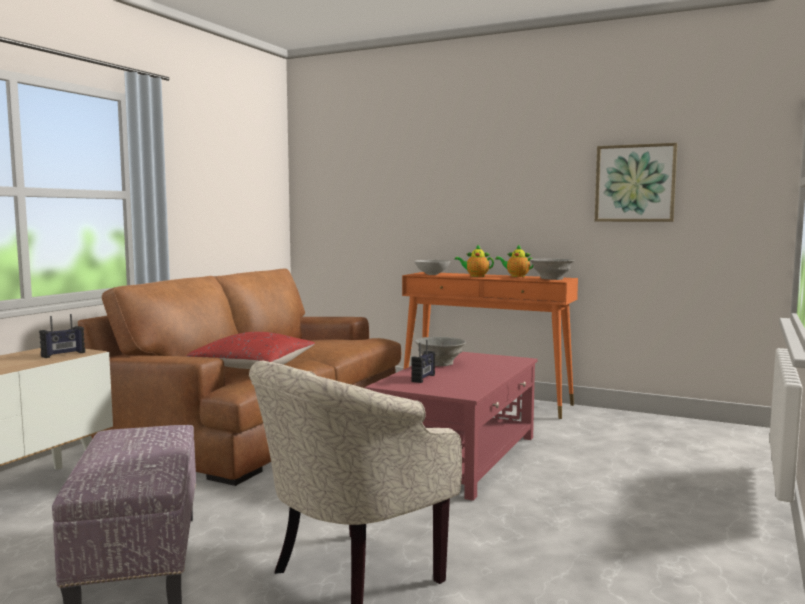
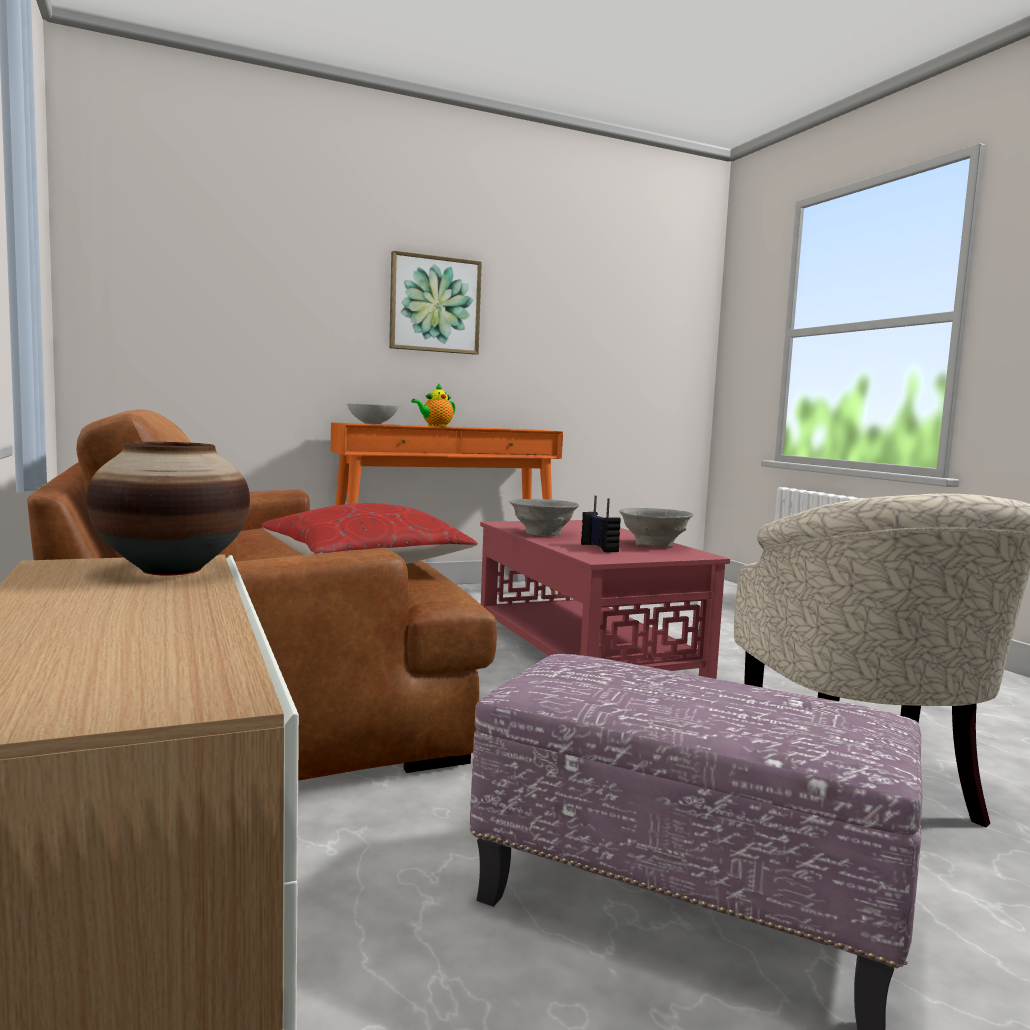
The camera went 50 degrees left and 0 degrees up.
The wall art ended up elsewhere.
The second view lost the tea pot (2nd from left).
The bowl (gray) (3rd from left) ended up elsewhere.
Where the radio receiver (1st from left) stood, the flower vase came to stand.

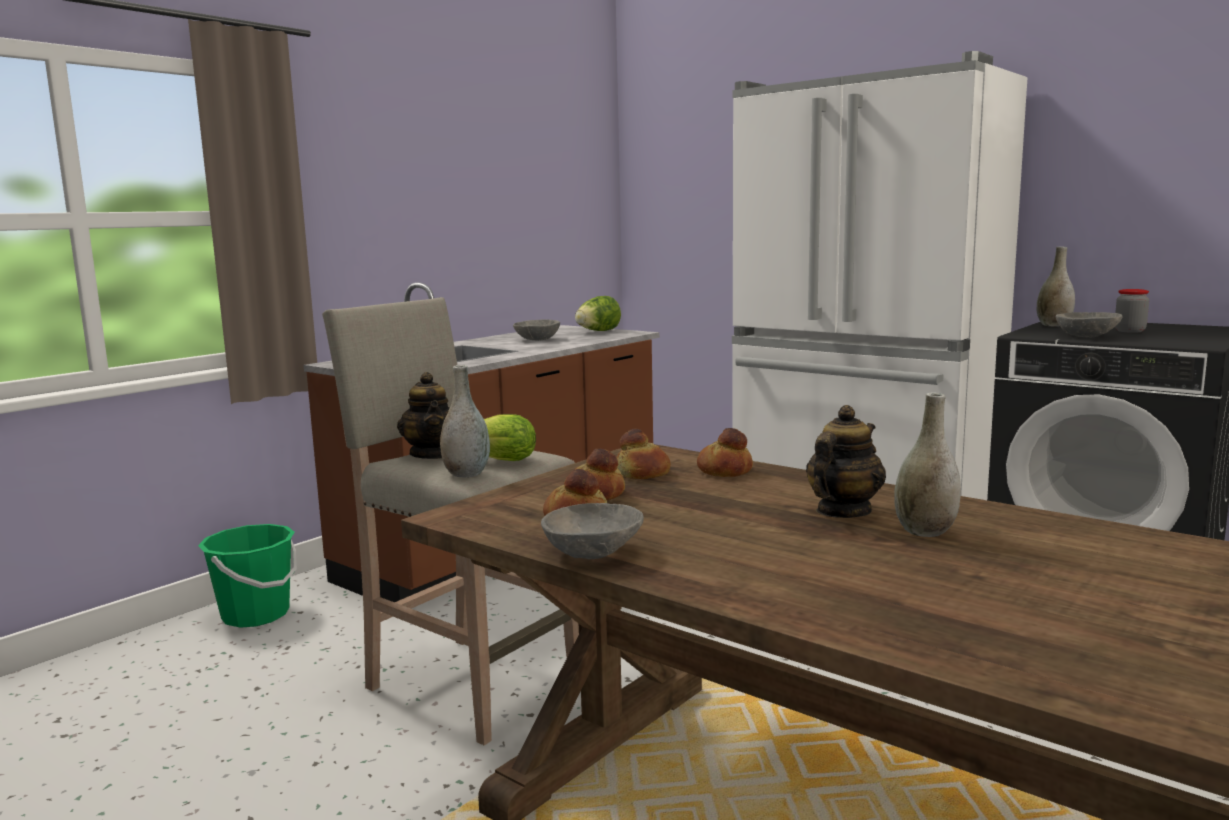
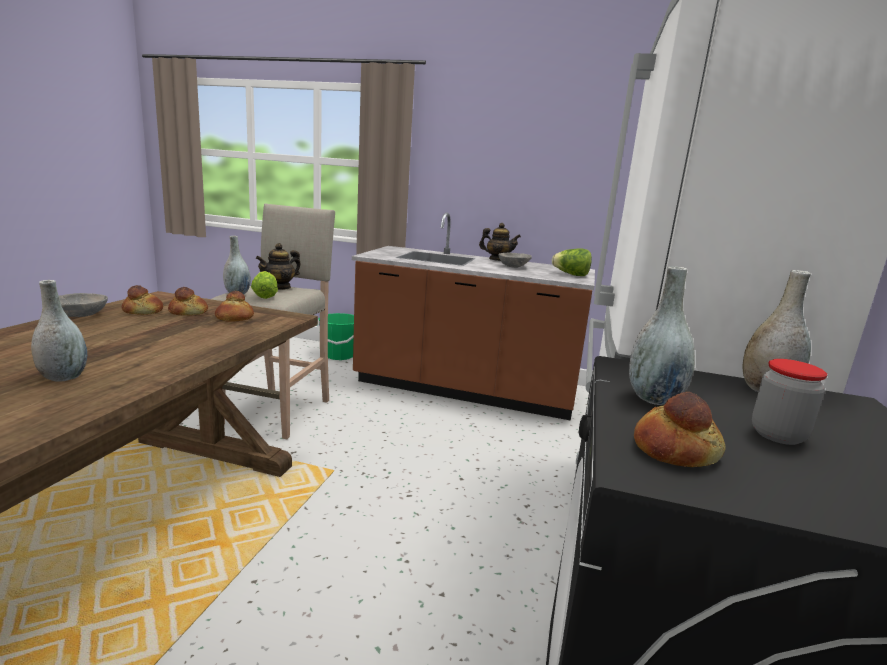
The camera went 65 degrees right and 5 degrees up.
Where the bowl (gray) (3rd from left) stood, the flower vase (gray) (3rd from left) came to stand.
The tea pot (2nd from left) ended up elsewhere.
The bread (4th from left) ended up elsewhere.

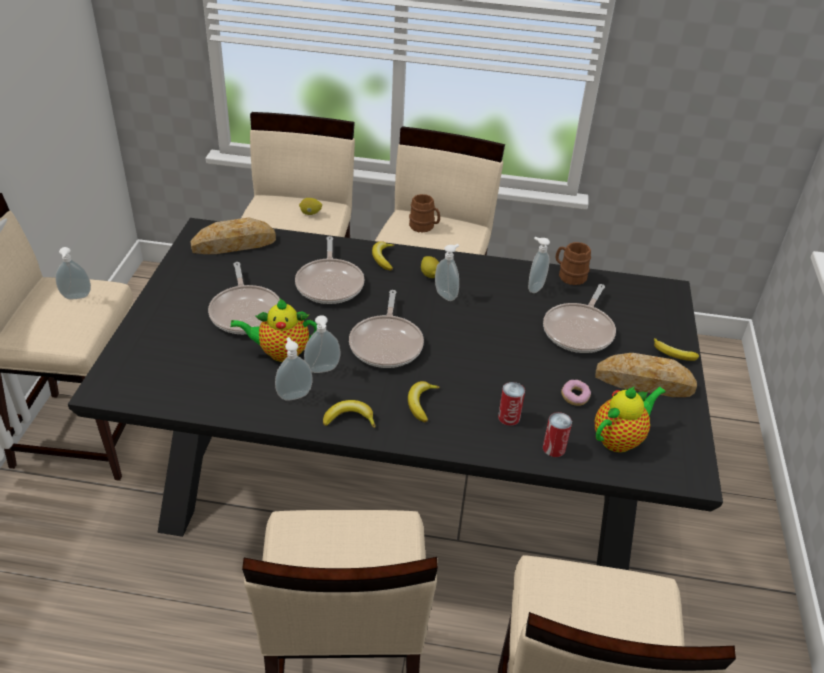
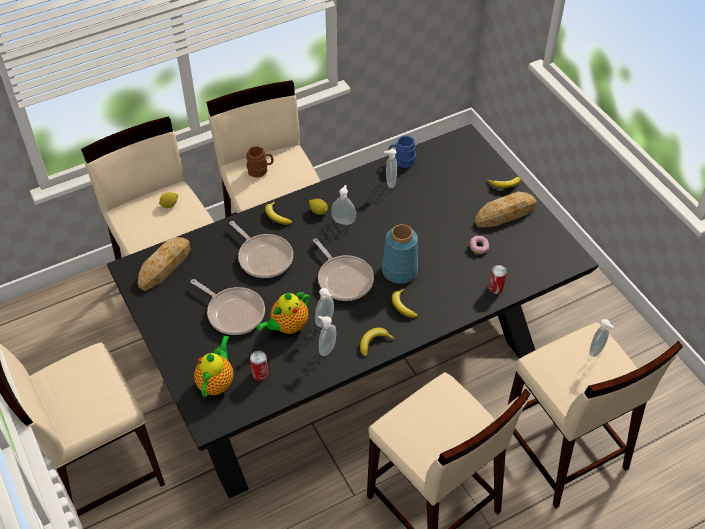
The camera went 35 degrees left and 10 degrees up.
What was the mug (brown) (2nd from left) turned into the mug (blue-coloured).
The soap bottle (1st from left in the first image) ended up elsewhere.
The second view lost the pan (4th from left).
The sealed can (1st from left) ended up elsewhere.
The tea pot (2nd from left in the first image) ended up elsewhere.
The second view gained the flower vase (blue-coloured).

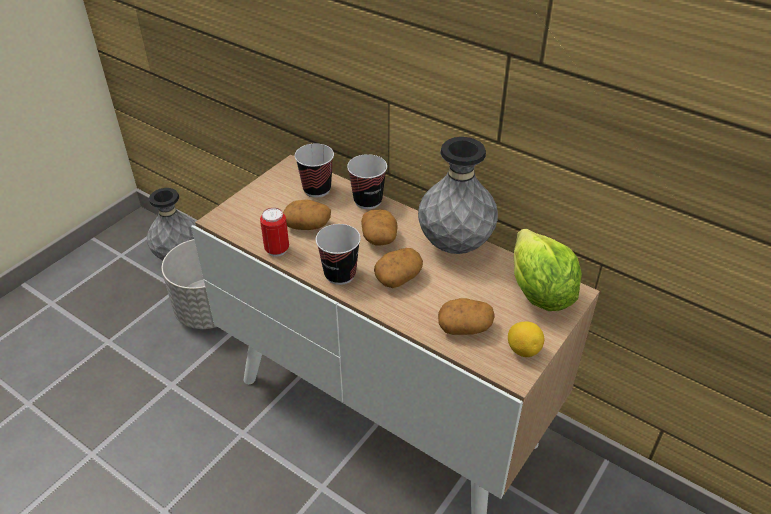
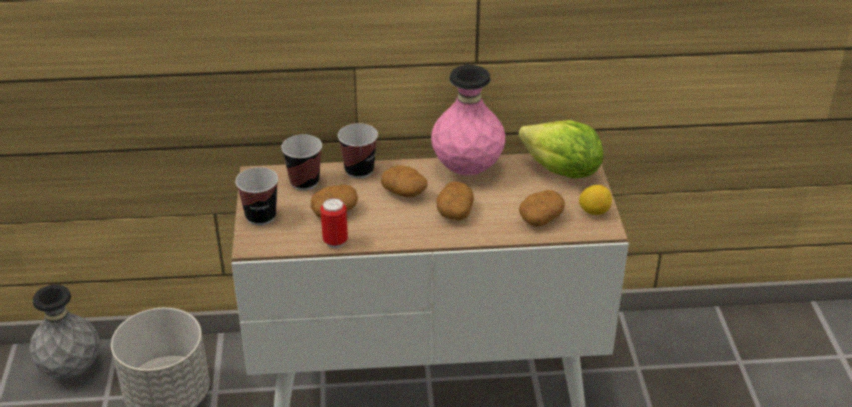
The camera went 40 degrees left and 5 degrees down.
What was the flower vase (gray) (2nd from left) turned into the flower vase (pink).
The small cup (2nd from left in the first image) ended up elsewhere.

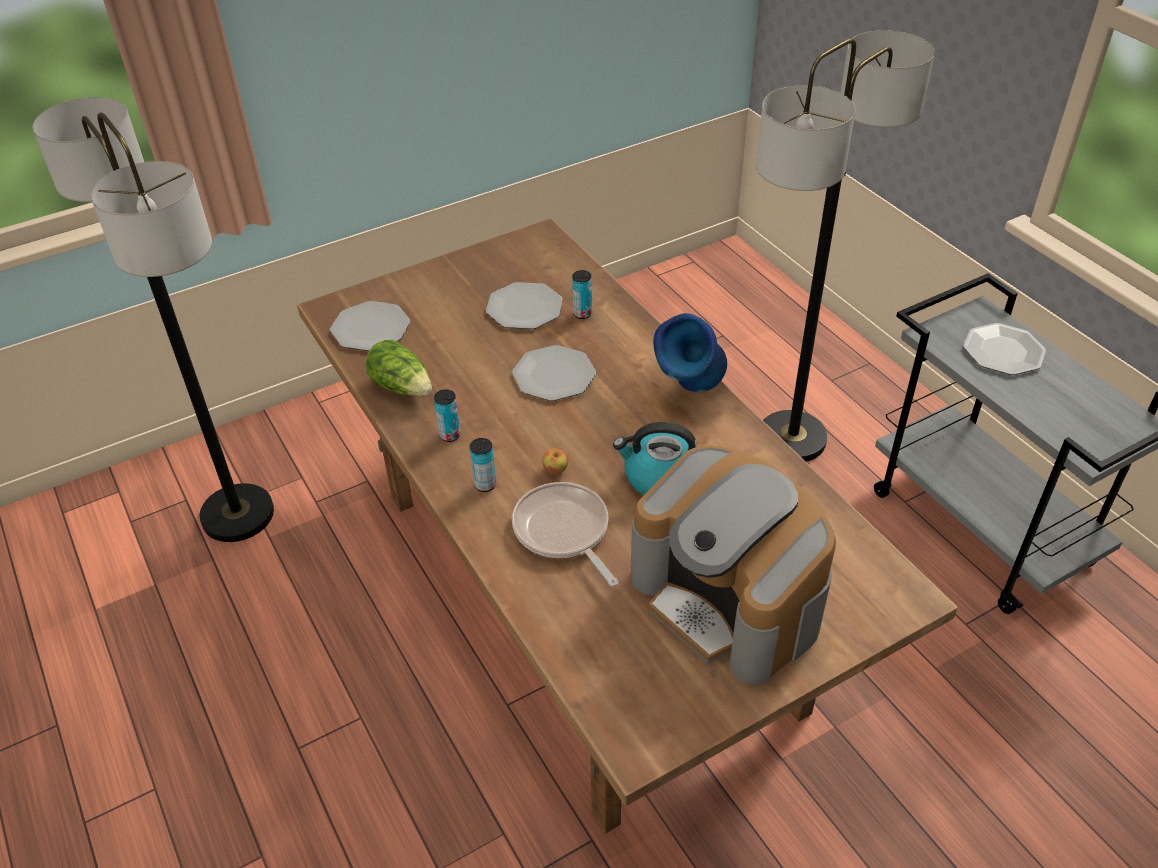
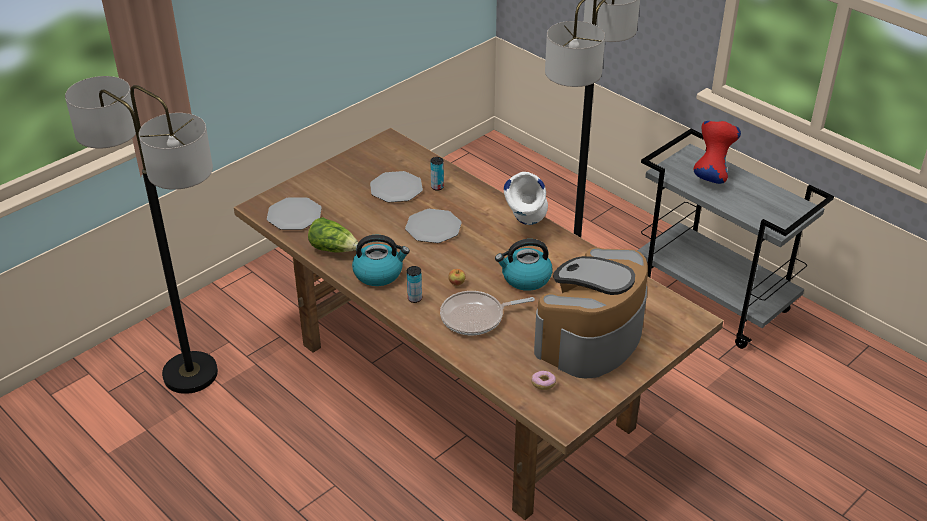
The camera went 15 degrees left and 5 degrees down.
What was the flower vase (blue-coloured) turned into the flower vase (white-coloured).
Where the dinner plate (4th from left) stood, the flower vase (red-coloured) came to stand.
Where the sealed can (1st from left) stood, the water kettle (1st from left) came to stand.
The coffee brewer ended up facing another way, 90 degrees clockwise from before.
The pan ended up facing another way, 60 degrees counterclockwise from before.
The second view gained the ring doughnut.

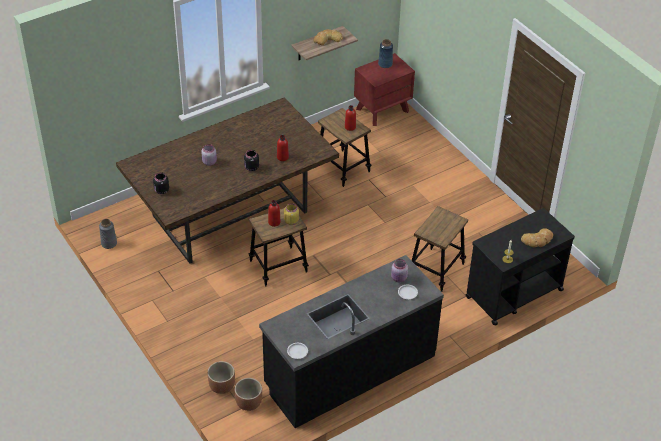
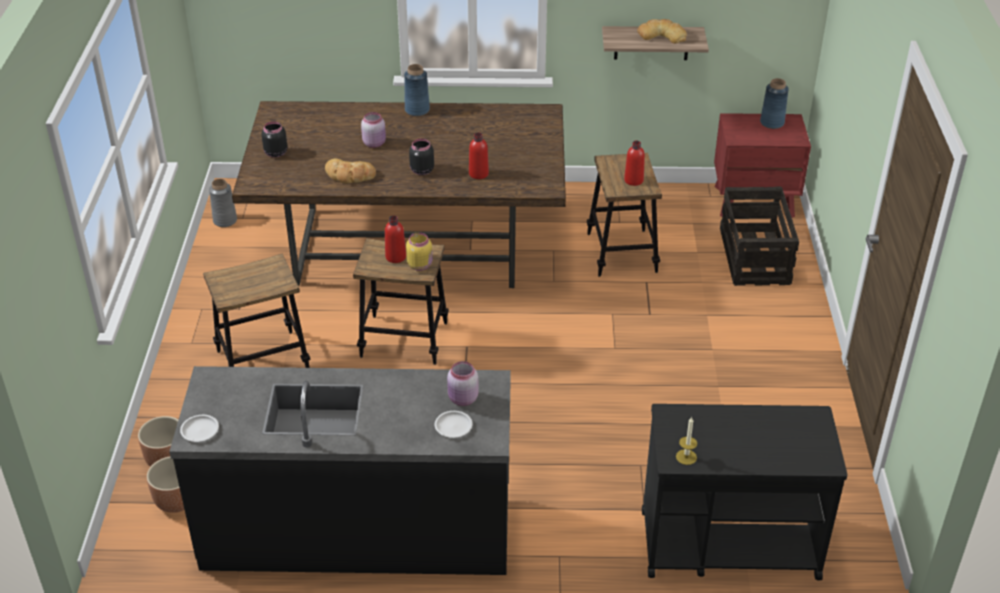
The camera went 35 degrees right and 5 degrees down.
The stool (3rd from left in the first image) ended up elsewhere.
The bread (2nd from left in the first image) ended up elsewhere.
The second view gained the flower vase (blue-coloured) (1st from left).
The second view gained the packing crate.

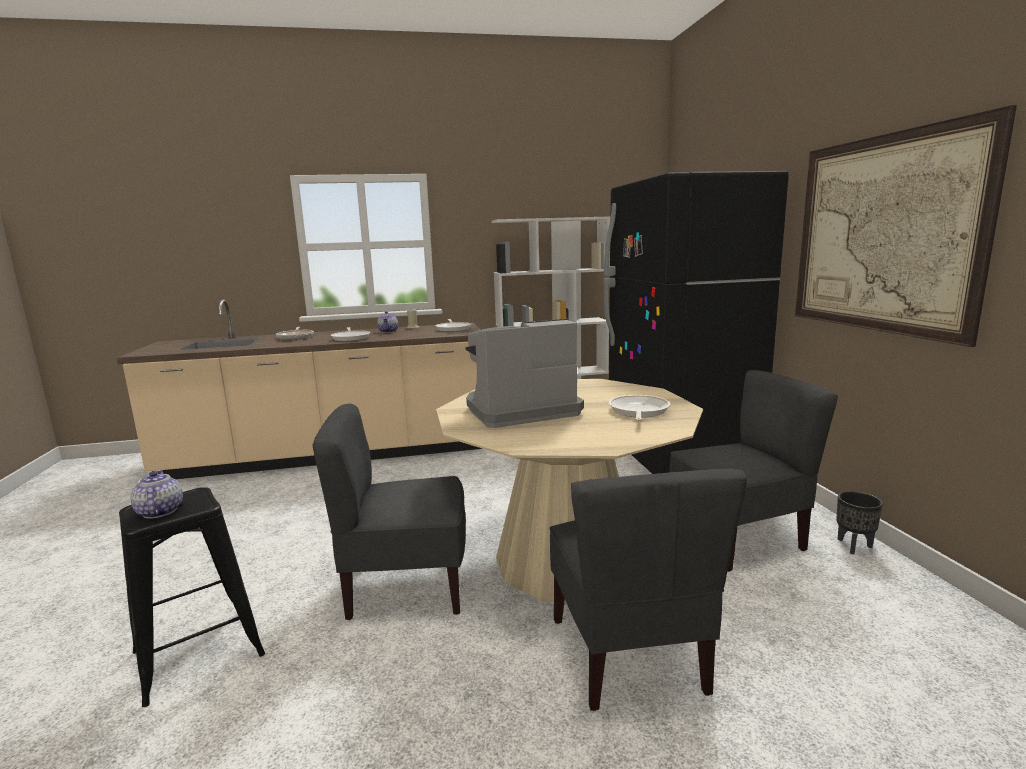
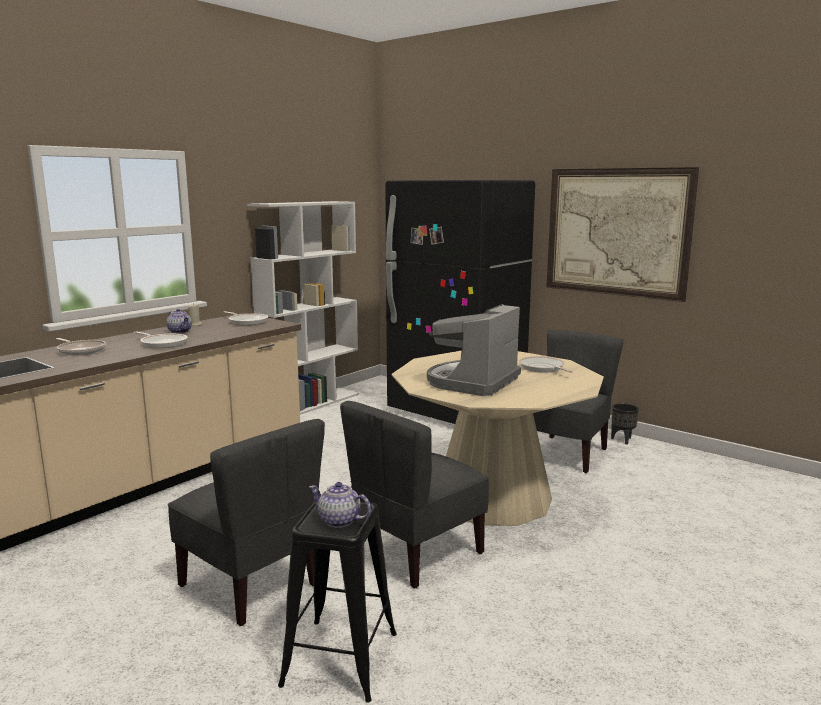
The camera went 40 degrees left and 0 degrees up.
The chair (gray) (2nd from left in the first image) ended up elsewhere.

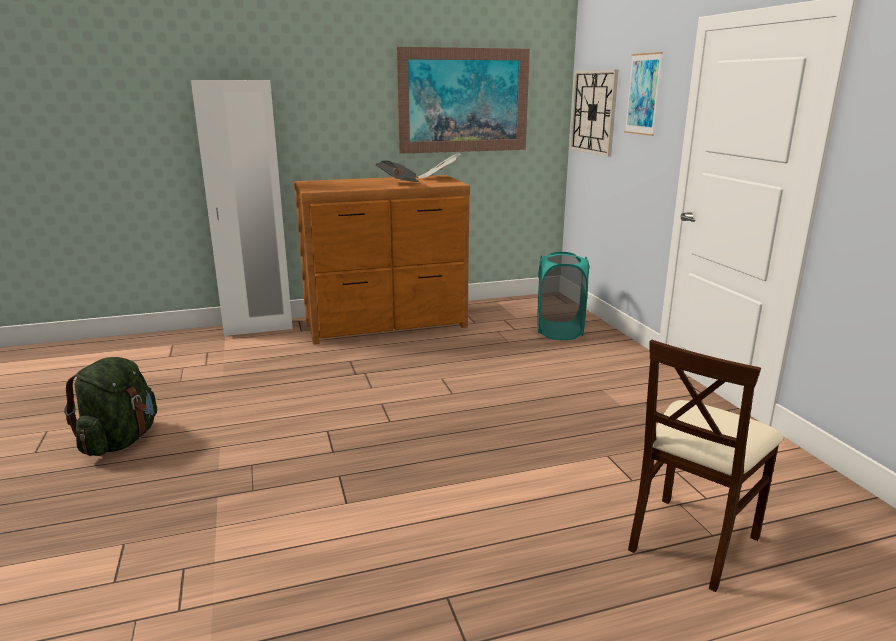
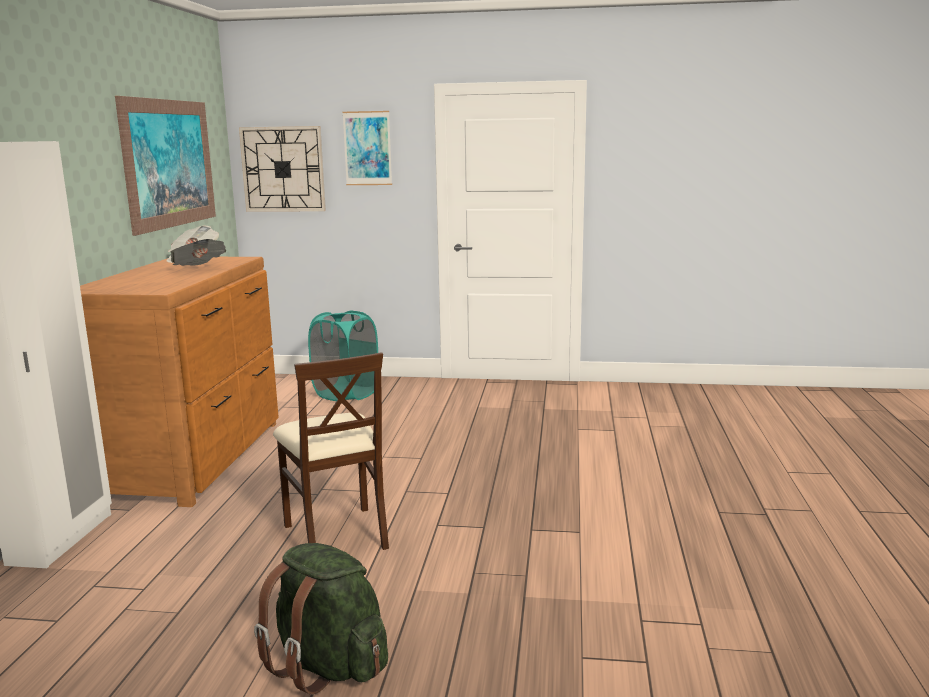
The camera went 65 degrees left and 5 degrees down.
The chair (beige) ended up elsewhere.

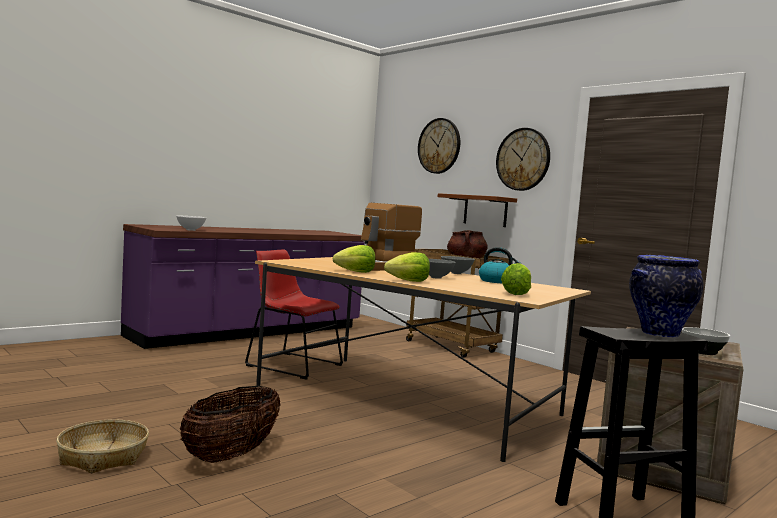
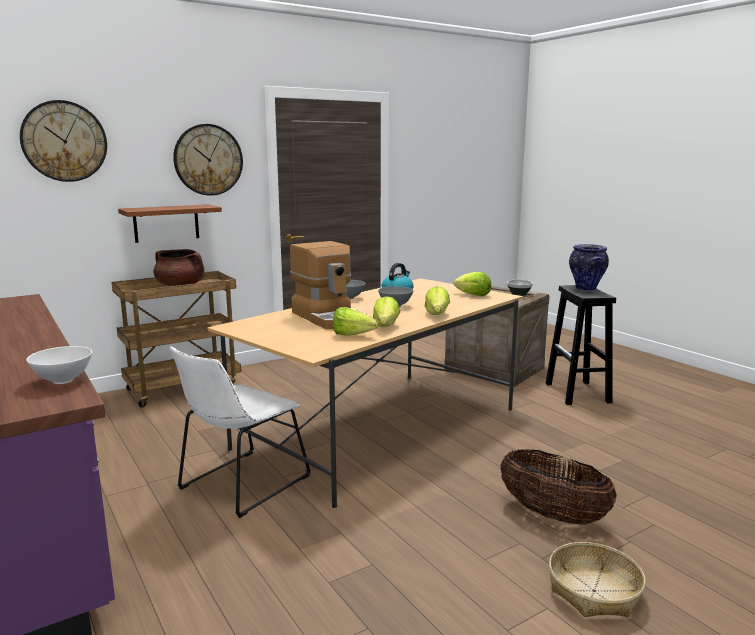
The camera went 80 degrees left and 10 degrees up.
What was the chair (red-coloured) turned into the chair (white-coloured).
The second view gained the lettuce head (1st from left).

